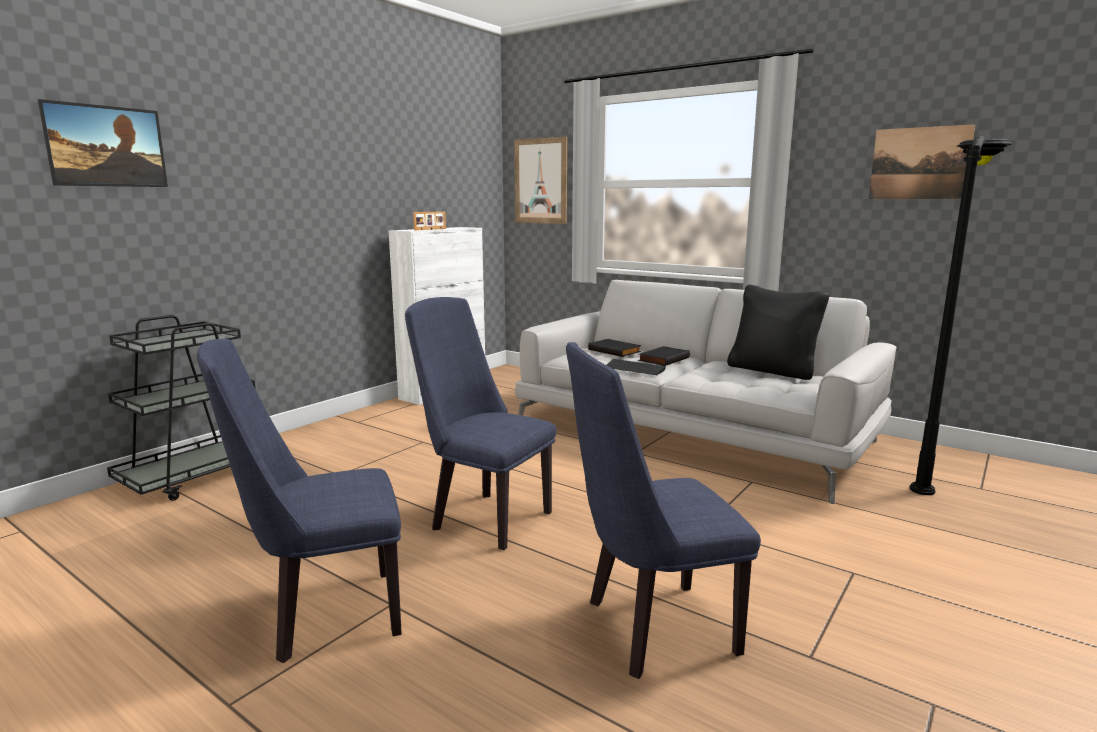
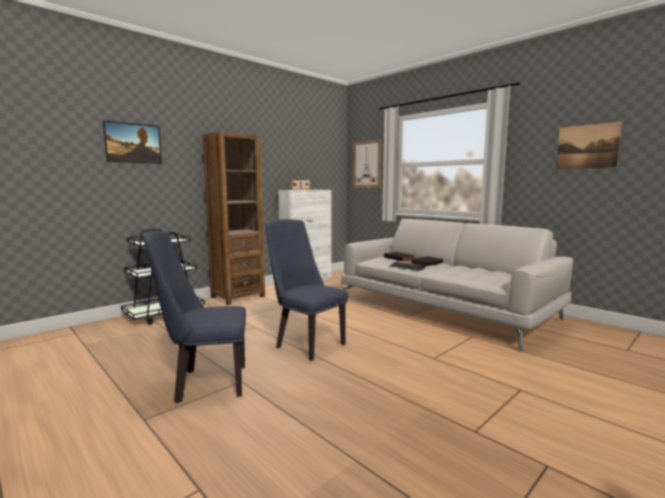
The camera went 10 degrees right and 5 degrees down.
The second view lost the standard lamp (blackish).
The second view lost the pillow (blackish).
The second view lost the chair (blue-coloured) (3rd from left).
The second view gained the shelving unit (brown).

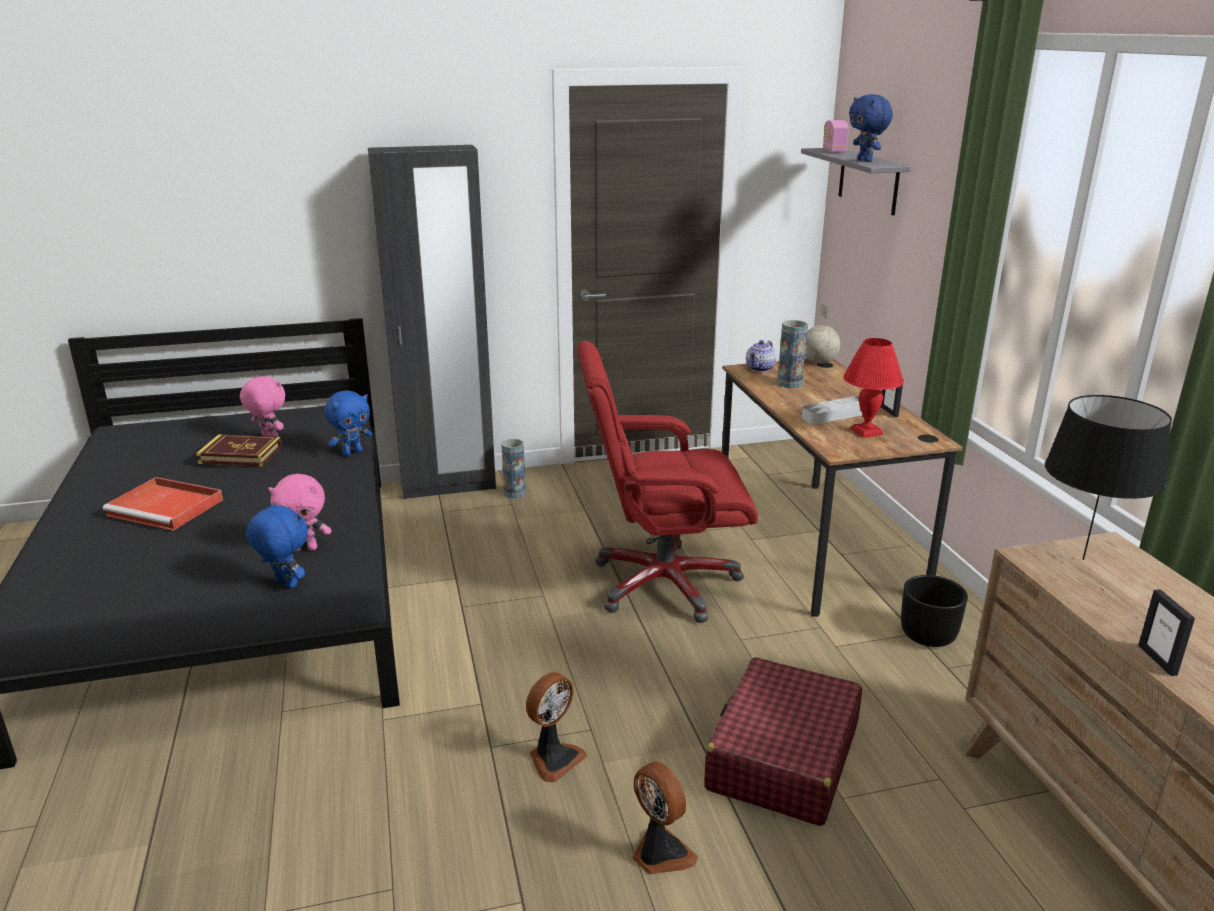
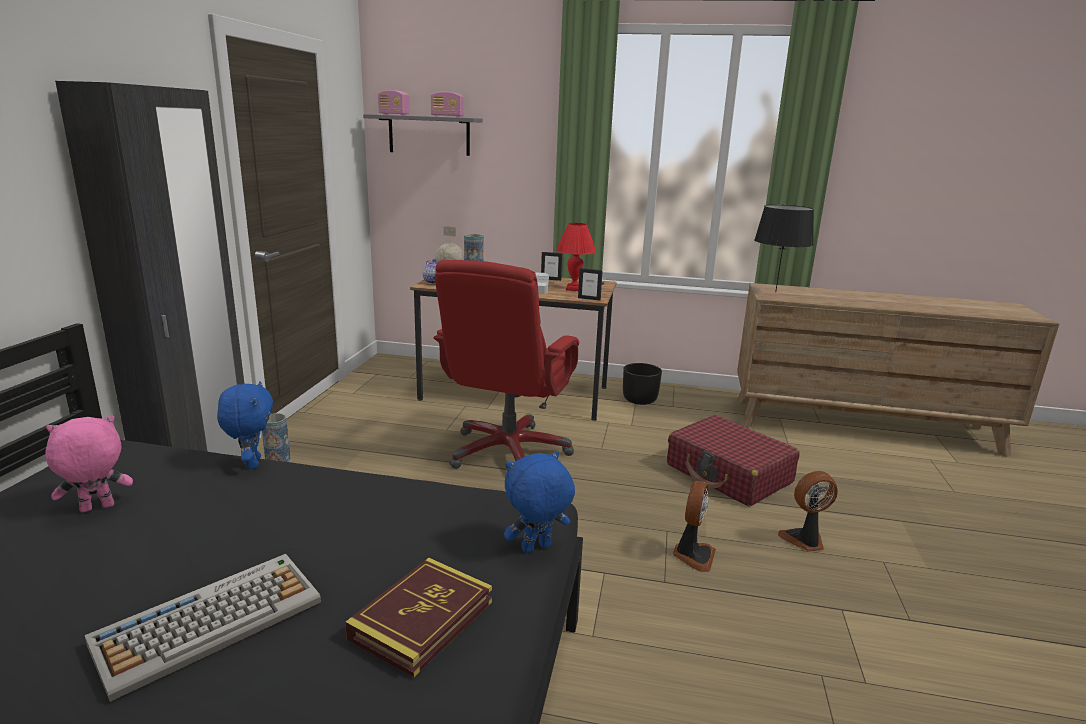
The camera went 65 degrees left and 5 degrees down.
Where the plush toy (blue-coloured) (3rd from left) stood, the radio receiver (2nd from left) came to stand.
The volume ended up elsewhere.
The second view lost the plush toy (pink) (2nd from left).
Where the serving tray (red-coloured) stood, the PC keyboard came to stand.
The photo frame (2nd from left) ended up elsewhere.
The fan (1st from left) ended up facing another way, 45 degrees clockwise from before.

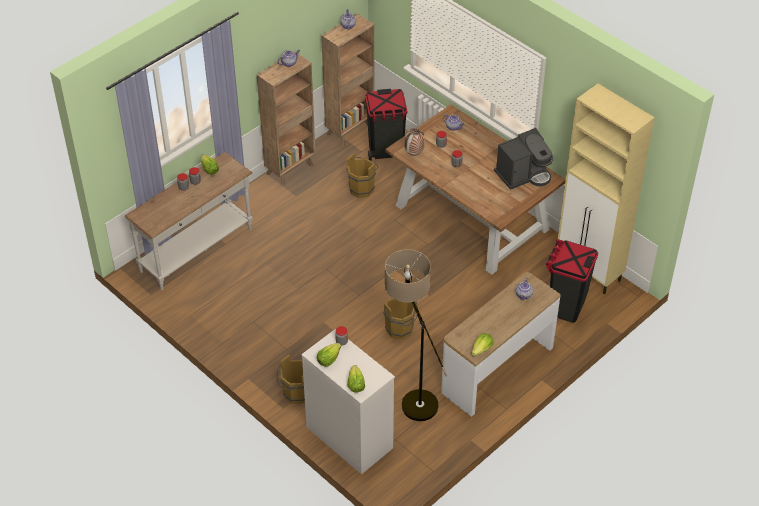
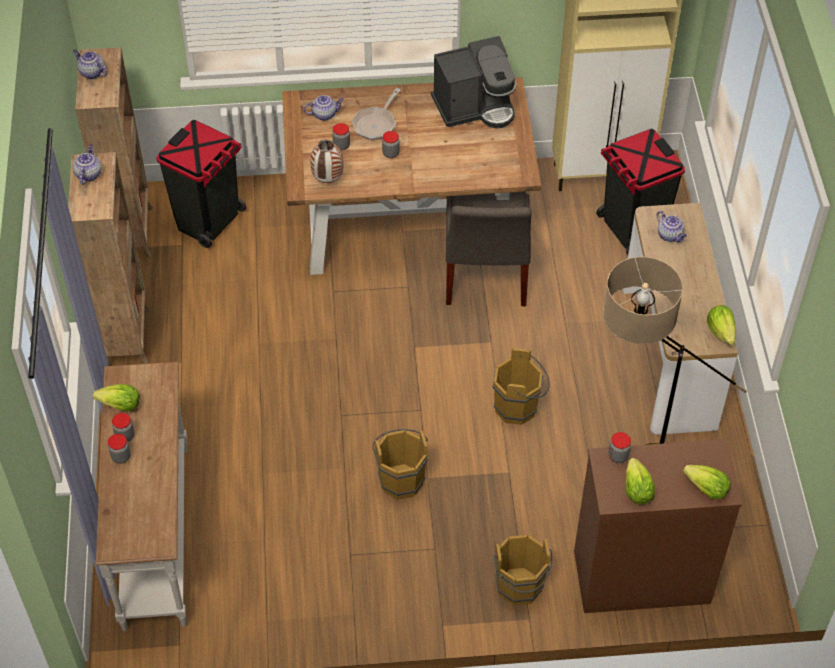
The camera went 50 degrees left and 5 degrees up.
The coffee brewer ended up facing another way, 60 degrees clockwise from before.
The pail (brown) (2nd from left in the first image) ended up elsewhere.
What was the chest of drawers (white-coloured) turned into the chest of drawers (brown).
The second view gained the pan.
The second view gained the chair (gray).

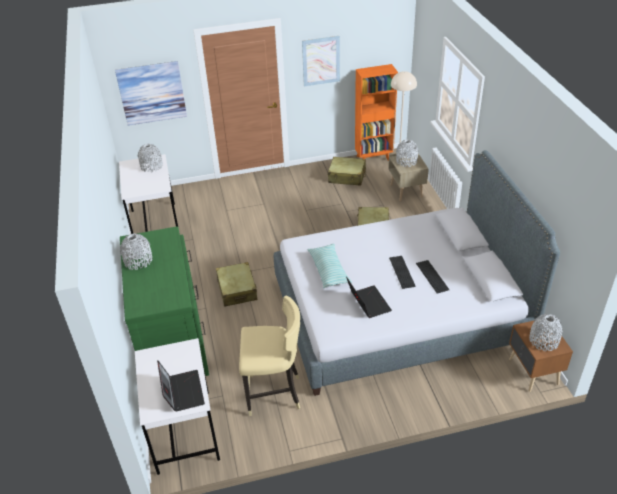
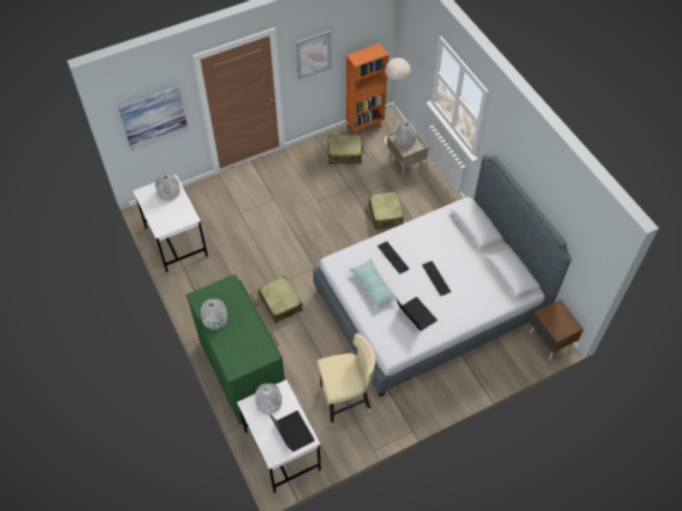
The camera went 15 degrees left and 15 degrees up.
The PC keyboard (2nd from left in the first image) ended up elsewhere.
The flower vase (gray) (4th from left in the first image) ended up elsewhere.

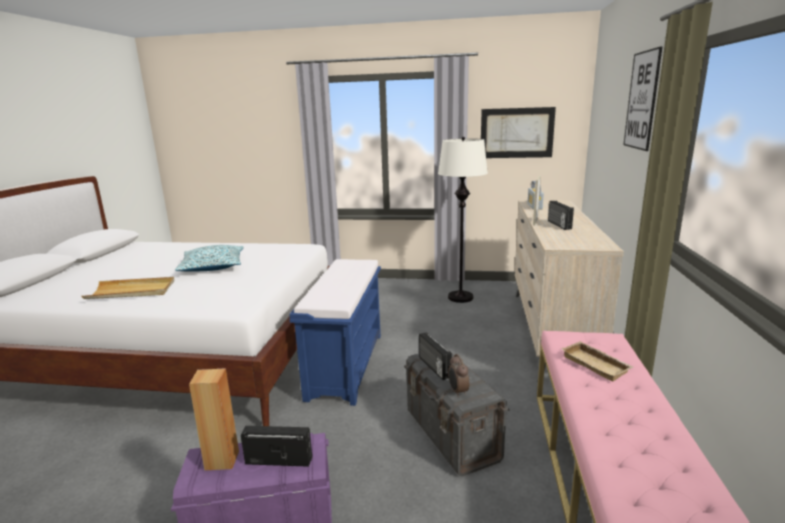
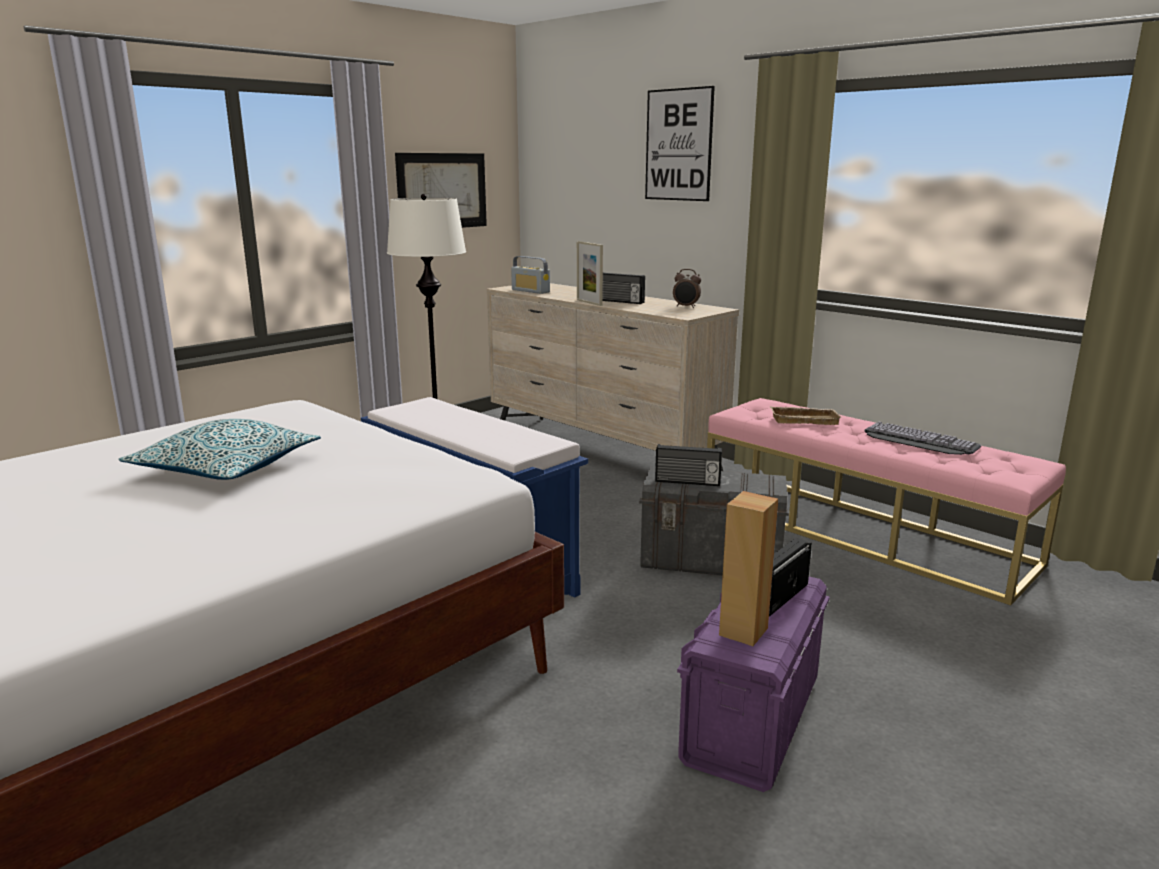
The camera went 55 degrees left and 0 degrees up.
The second view lost the serving tray (beige) (1st from left).
The bedside clock ended up elsewhere.
The second view gained the PC keyboard.

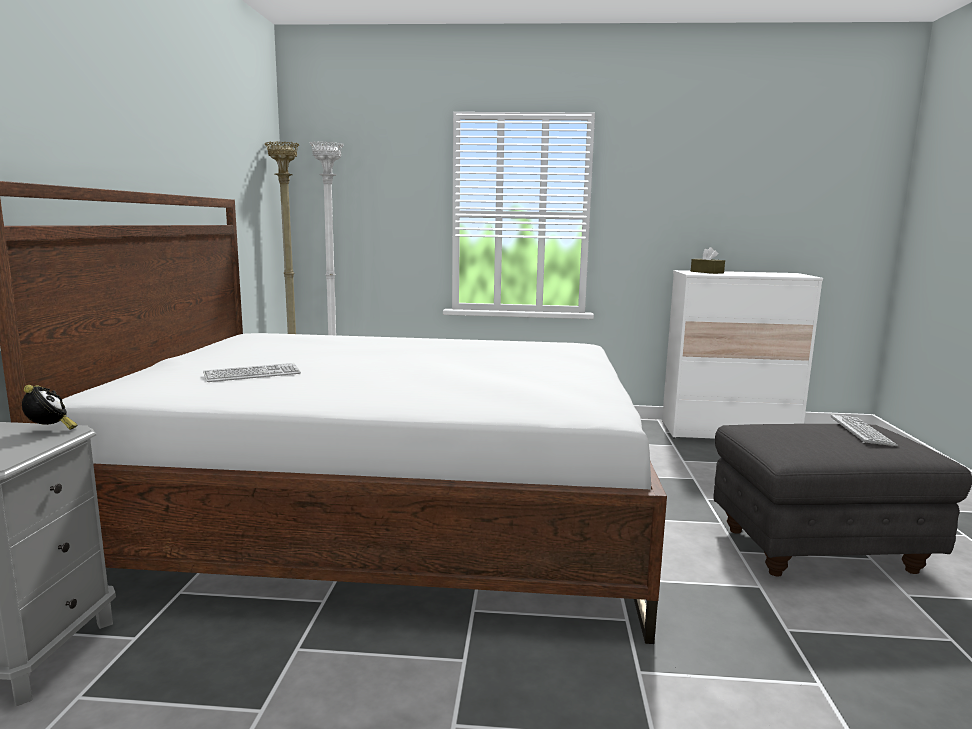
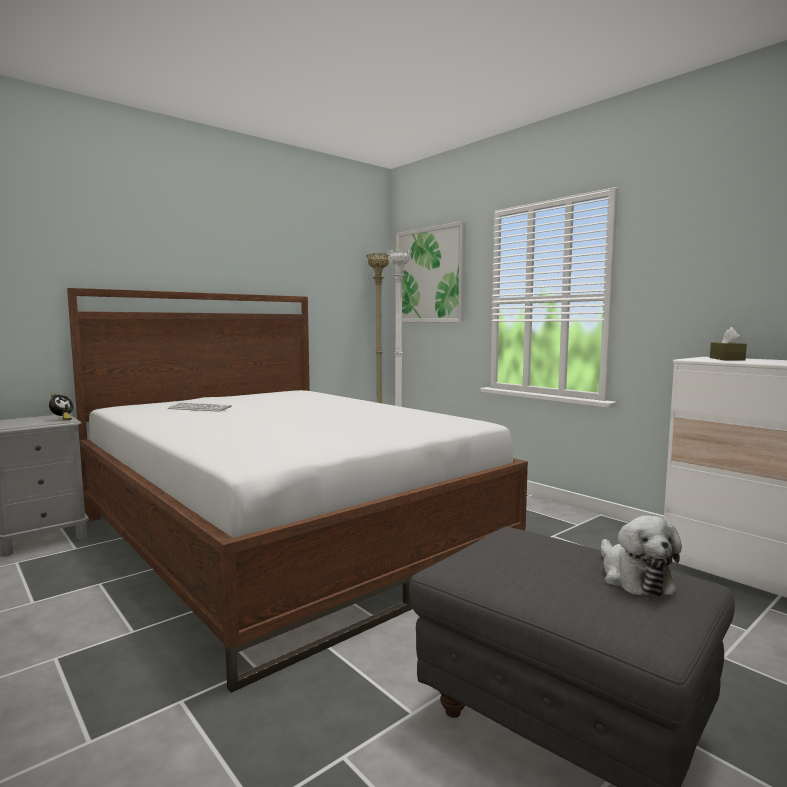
The camera went 45 degrees right and 5 degrees down.
Where the PC keyboard (2nd from left) stood, the plush toy came to stand.
The second view gained the wall art.

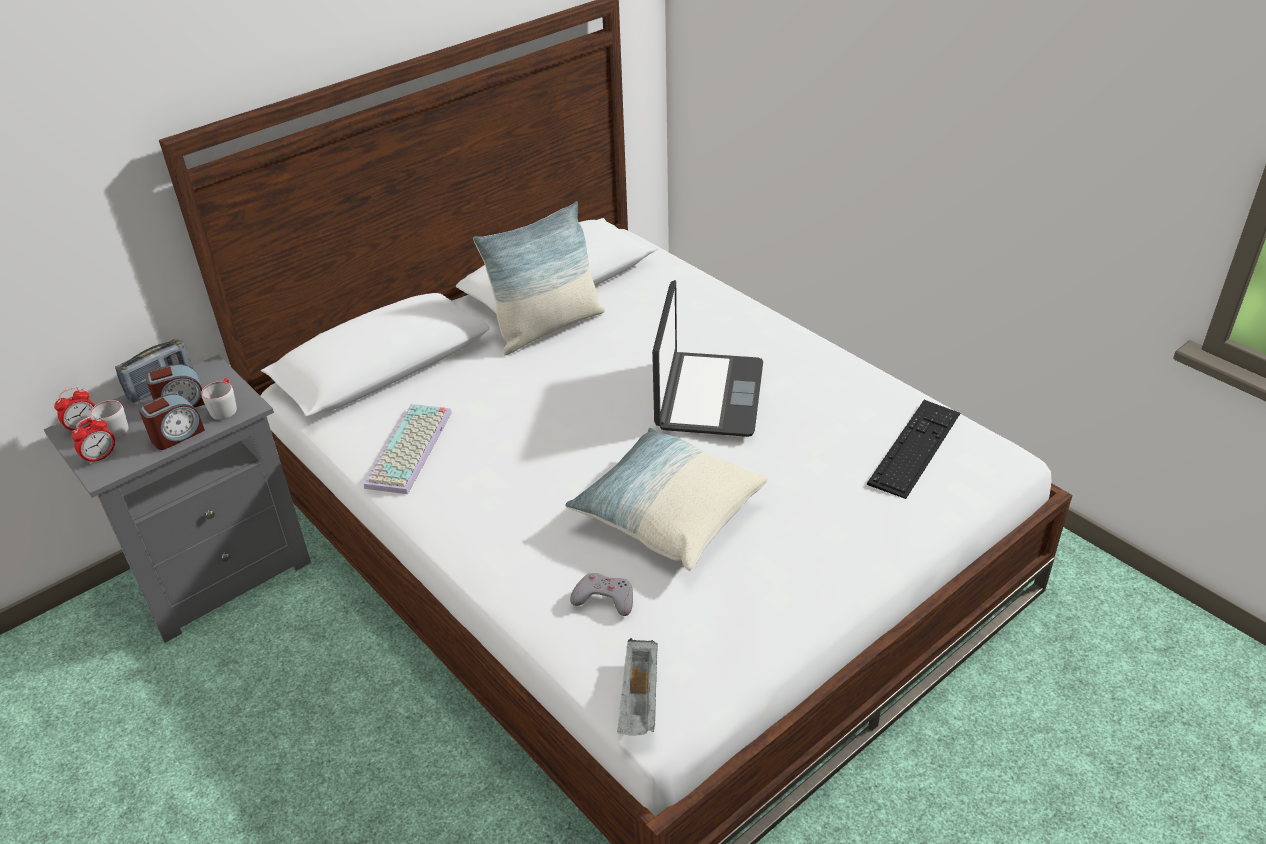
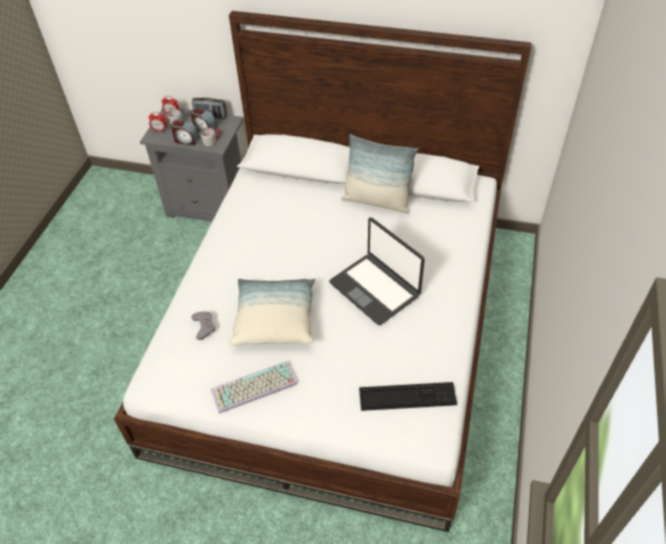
The camera went 55 degrees right and 10 degrees up.
The laptop ended up facing another way, 75 degrees clockwise from before.
The PC keyboard (1st from left) ended up elsewhere.
The second view lost the serving tray (gray).

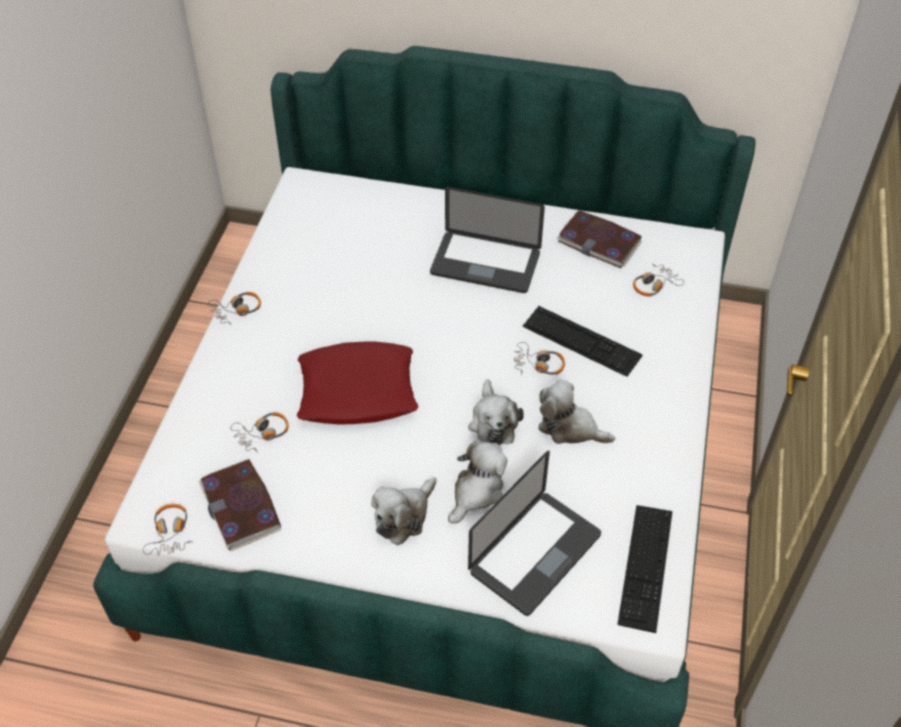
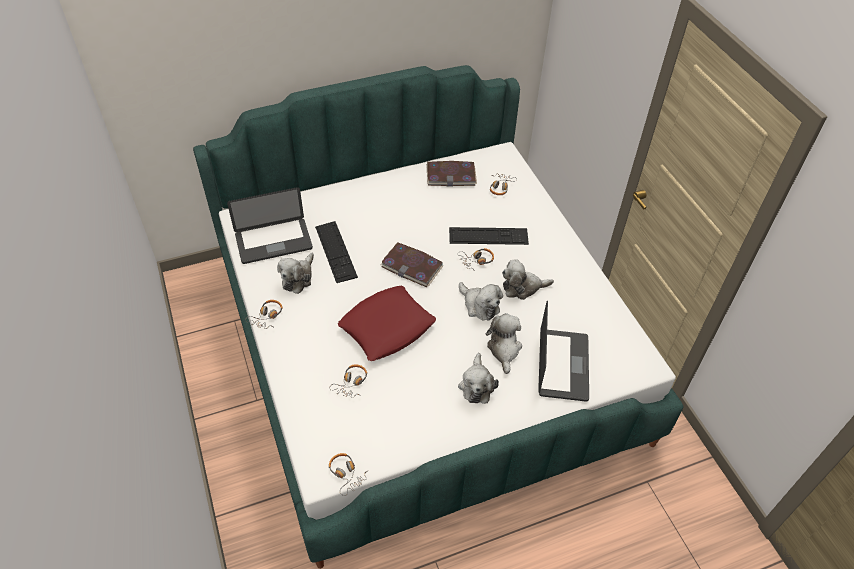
The camera went 35 degrees left and 0 degrees up.
The laptop (1st from left) ended up elsewhere.
The volume (1st from left) ended up elsewhere.
The PC keyboard (2nd from left in the first image) ended up elsewhere.
The second view gained the plush toy (1st from left).

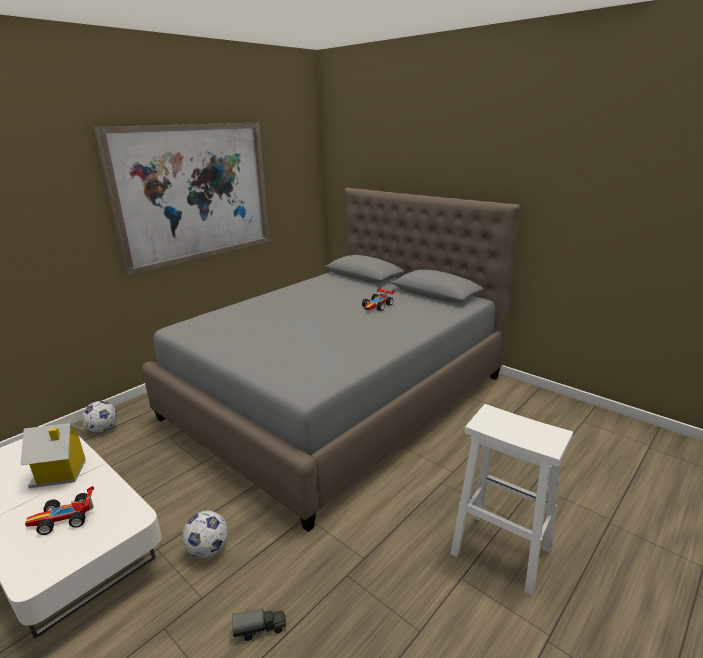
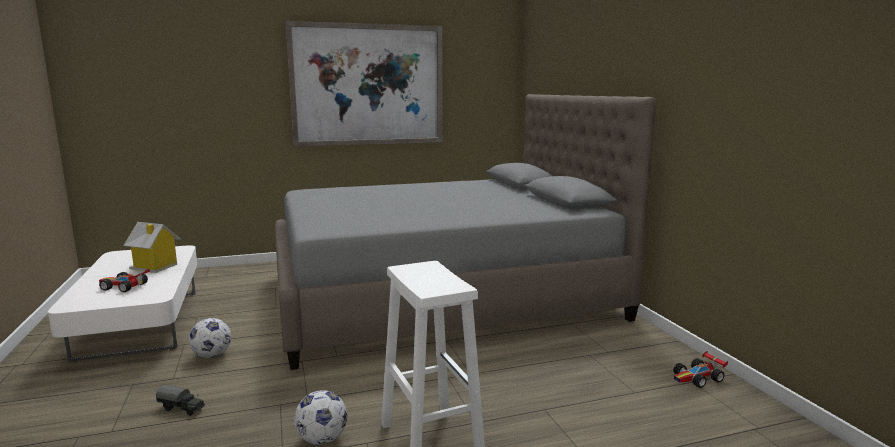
The camera went 30 degrees right and 10 degrees down.
The miniature car (2nd from left) ended up elsewhere.
The football (1st from left in the first image) ended up elsewhere.

